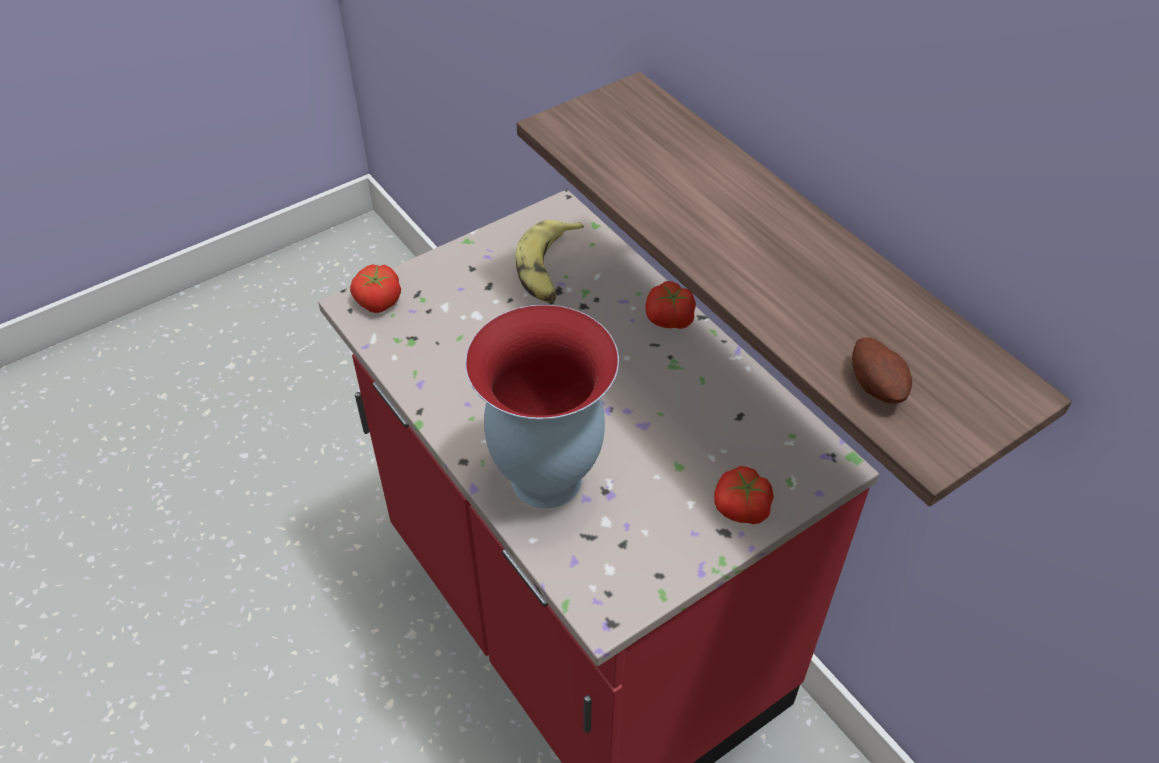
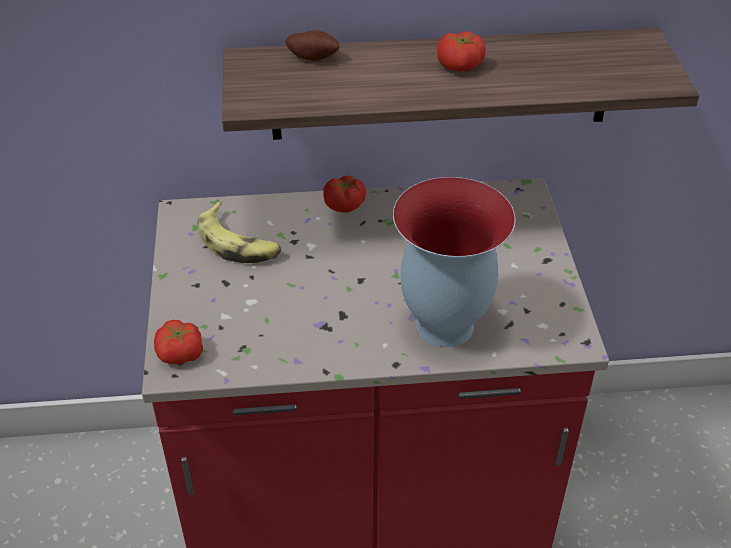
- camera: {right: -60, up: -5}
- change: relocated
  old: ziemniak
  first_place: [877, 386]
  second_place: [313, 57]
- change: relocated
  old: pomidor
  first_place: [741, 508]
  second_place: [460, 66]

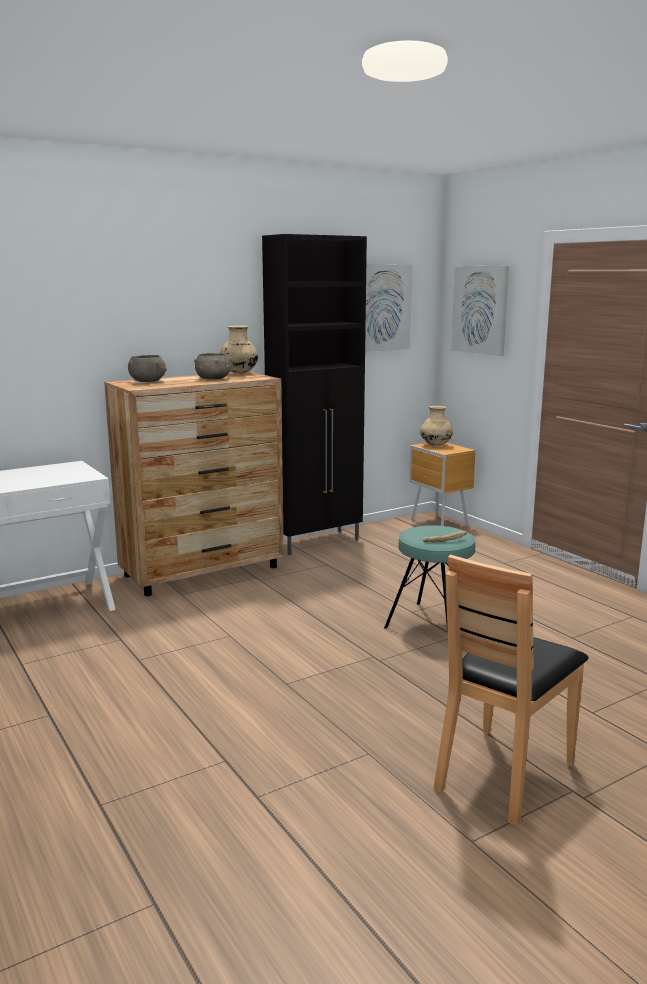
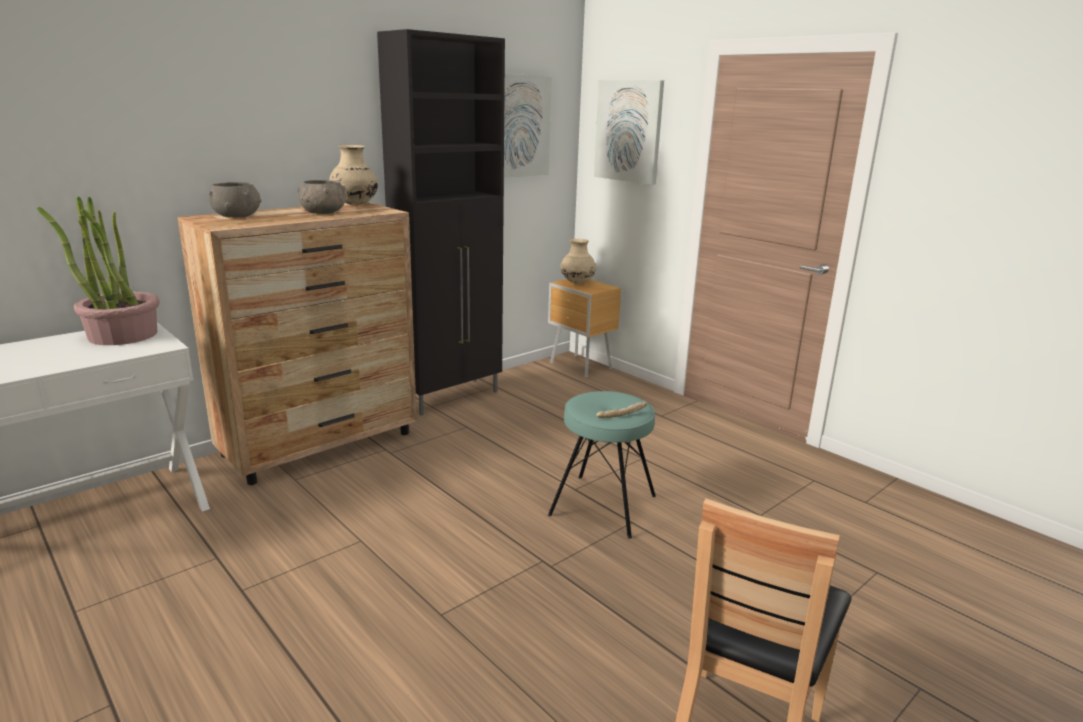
- camera: {right: -10, up: 5}
- change: appeared
  new: roślina doniczkowa
  second_place: [122, 335]

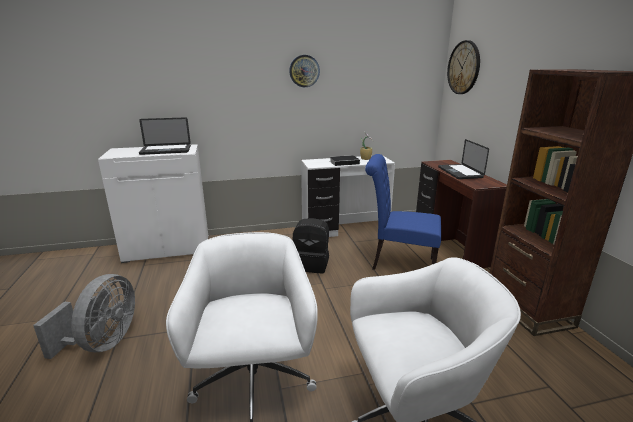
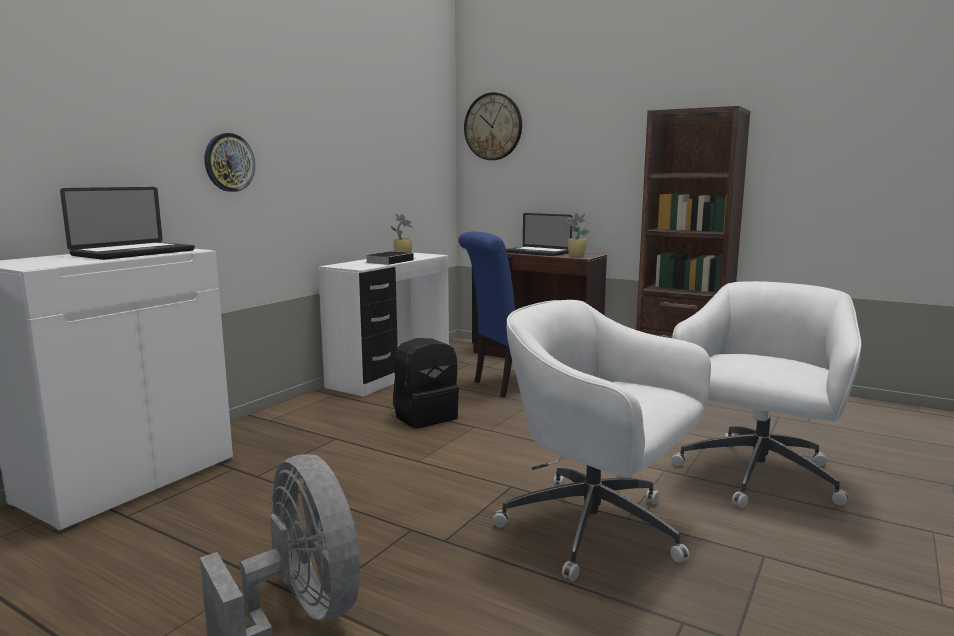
- camera: {right: -45, up: -10}
- change: relocated
  old: zegar ścienny
  first_place: [304, 71]
  second_place: [229, 162]
- change: appeared
  new: roślina doniczkowa
  second_place: [575, 256]

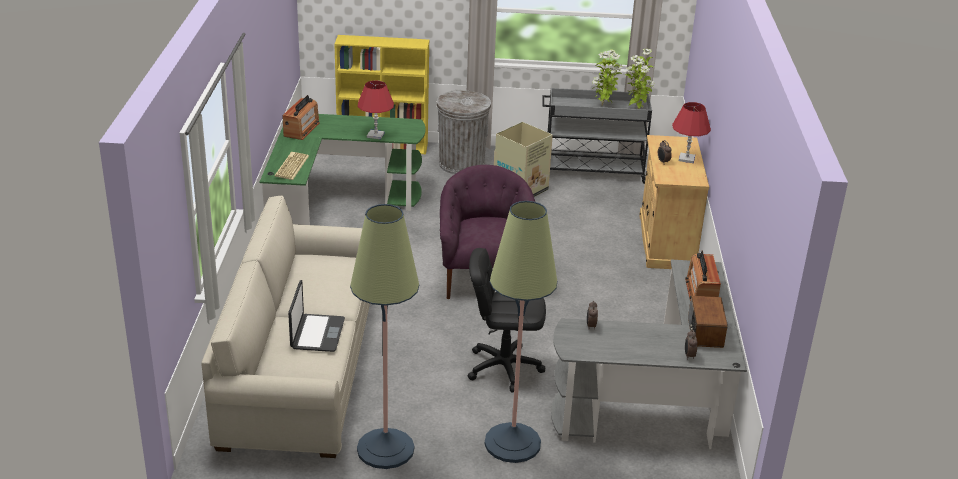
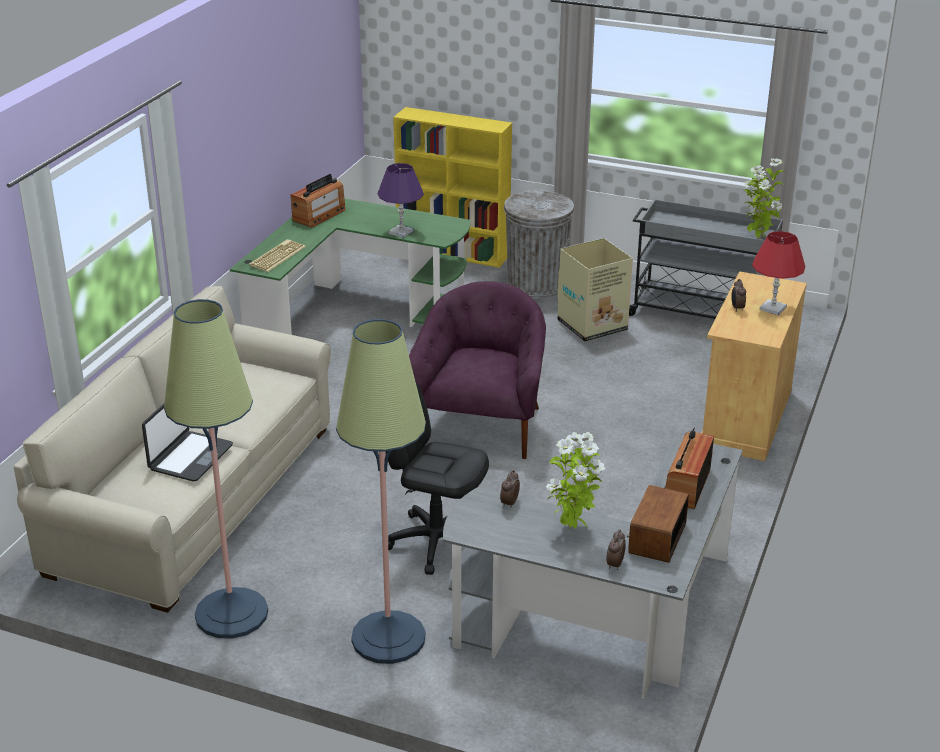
- camera: {right: 20, up: 0}
- change: colour
  old: lampa stołowa/czerwony
  new: lampa stołowa/fioletowy
  first_place: [375, 135]
  second_place: [401, 232]
- change: relocated
  old: roślina doniczkowa
  first_place: [603, 106]
  second_place: [571, 530]

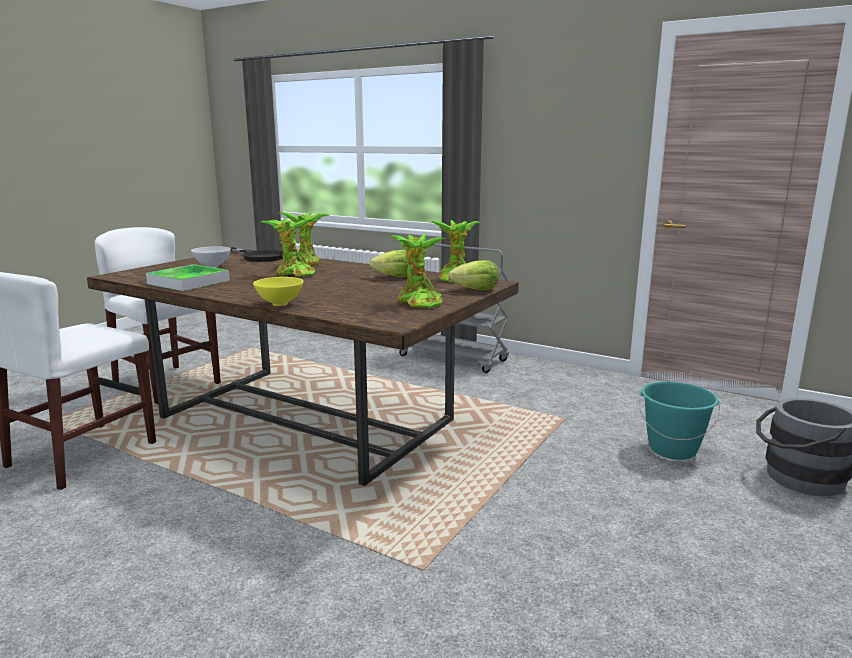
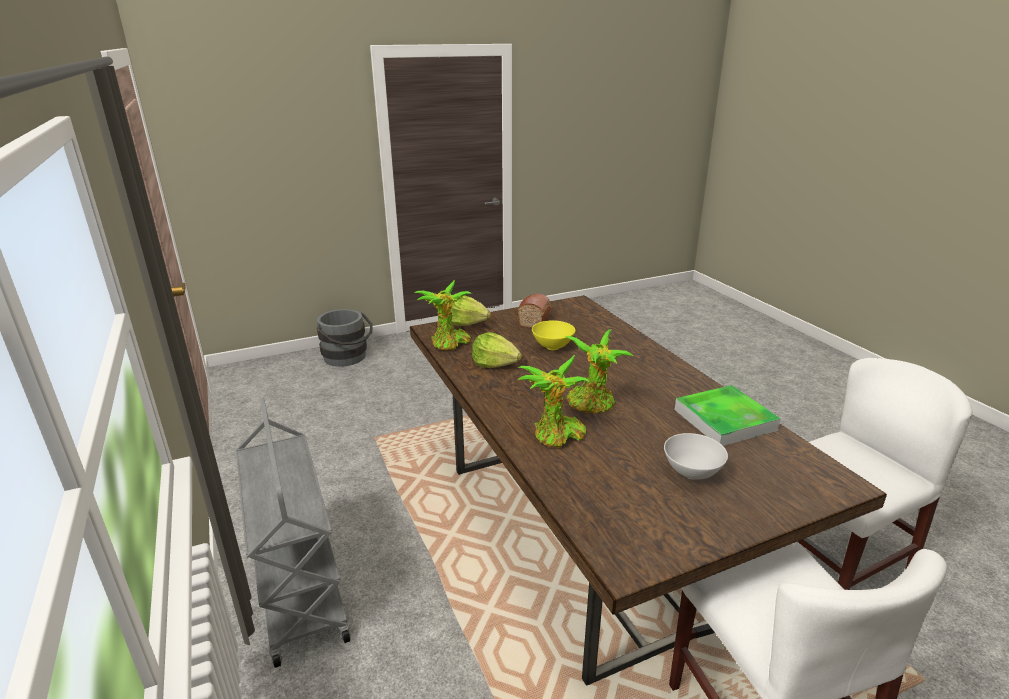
- camera: {right: -145, up: 10}
- change: exchanged
  old: roślina doniczkowa
  new: chleb
  first_place: [417, 303]
  second_place: [535, 318]
- change: relocated
  old: miska/żółty
  first_place: [279, 304]
  second_place: [553, 347]
- change: missing
  old: patelnia/czarny
  first_place: [259, 257]
- change: missing
  old: wiadro/turkusowy
  first_place: [672, 449]

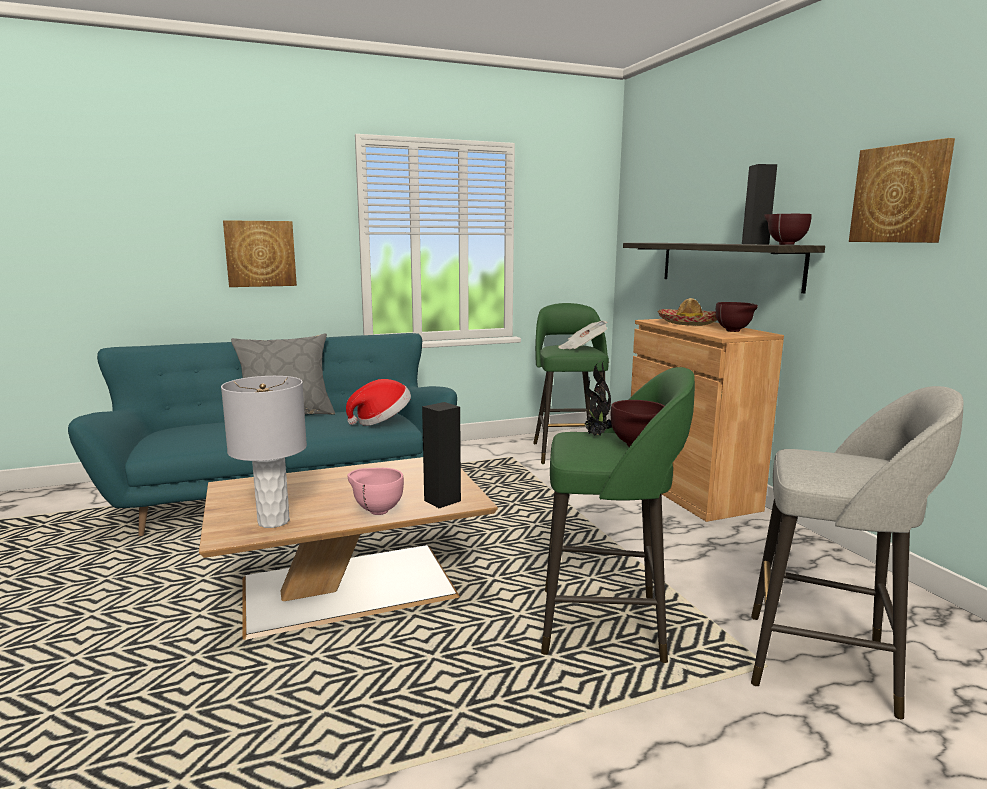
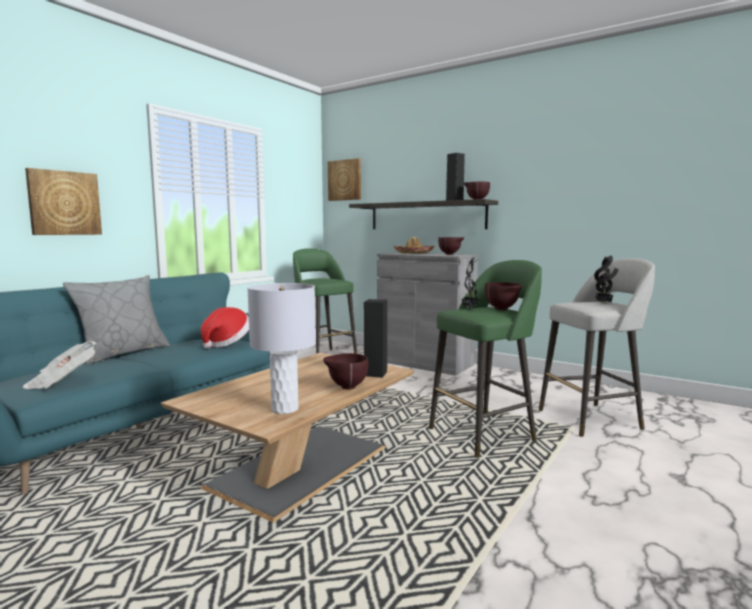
- camera: {right: -35, up: -5}
- change: relocated
  old: gazeta
  first_place: [582, 348]
  second_place: [62, 382]
- change: colour
  old: miska/różowy
  new: miska/brązowy
  first_place: [376, 511]
  second_place: [346, 387]
- change: relocated
  old: obraz
  first_place: [900, 194]
  second_place: [345, 180]
- change: colour
  old: szafka/brązowy
  new: szafka/szary
  first_place: [690, 490]
  second_place: [425, 363]
- change: appeared
  new: roślina doniczkowa
  second_place: [604, 303]

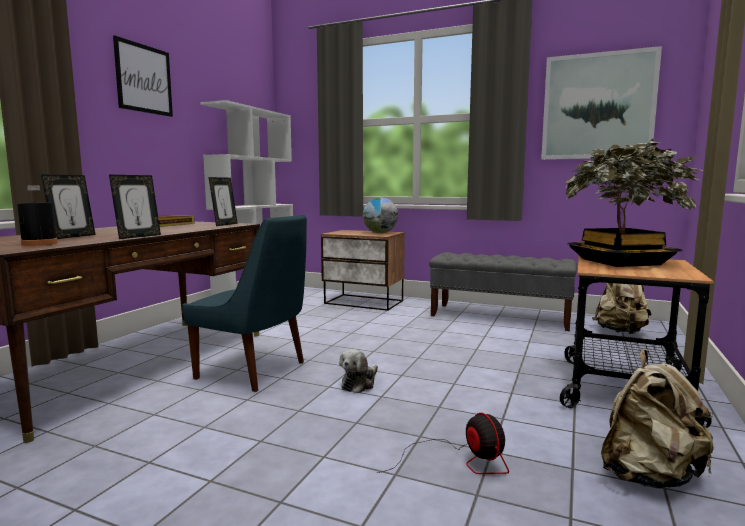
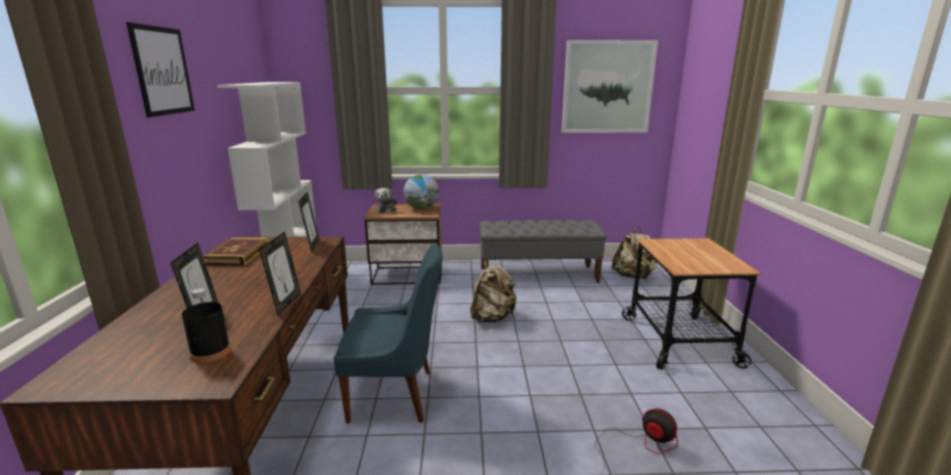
- camera: {right: -25, up: 10}
- change: relocated
  old: pluszak
  first_place: [359, 384]
  second_place: [386, 209]
- change: relocated
  old: plecak/beżowy
  first_place: [649, 476]
  second_place: [492, 317]
- change: missing
  old: roślina doniczkowa
  first_place: [620, 262]

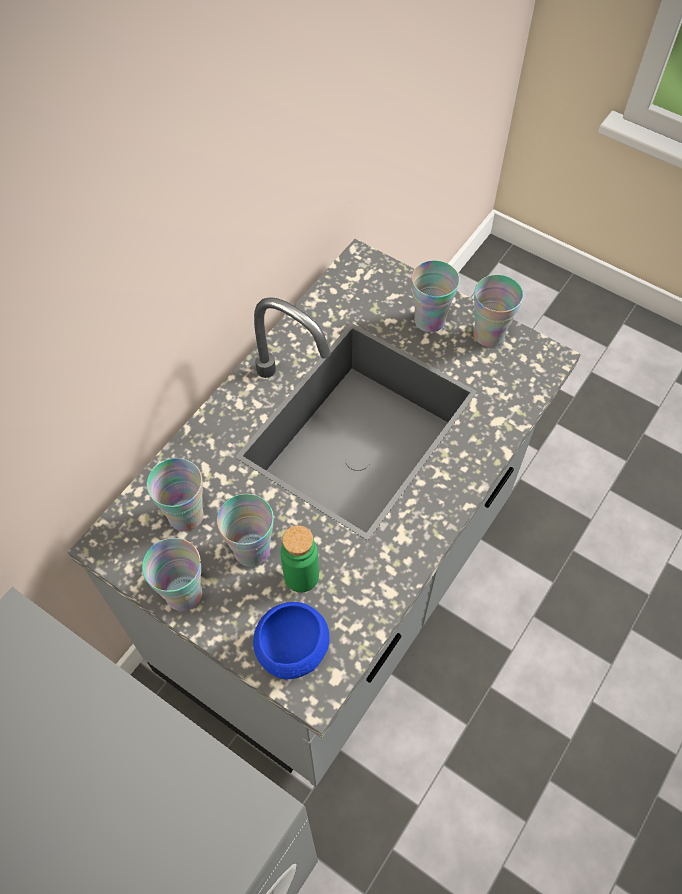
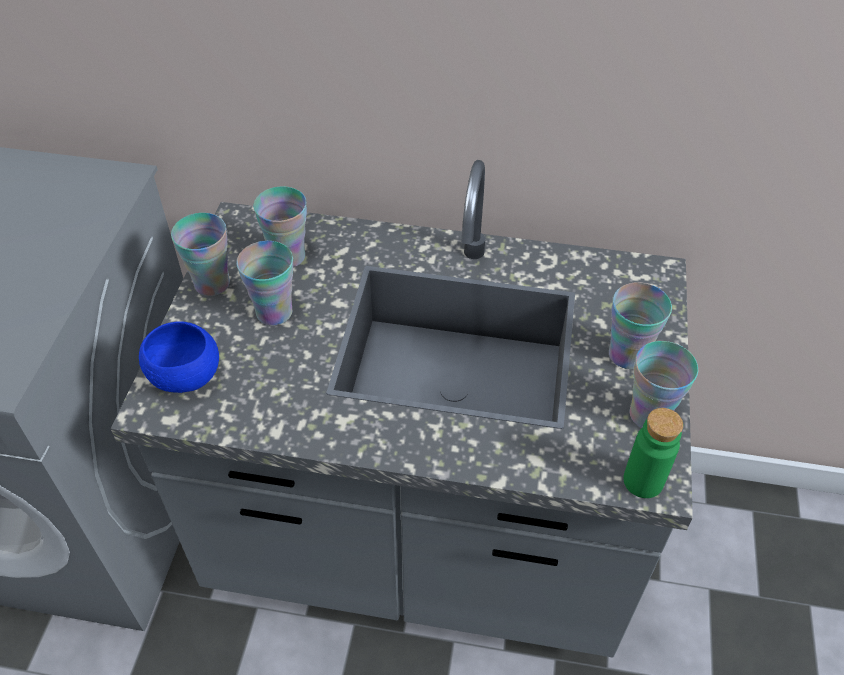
- camera: {right: 65, up: -10}
- change: relocated
  old: butelka/zielony
  first_place: [301, 576]
  second_place: [643, 481]

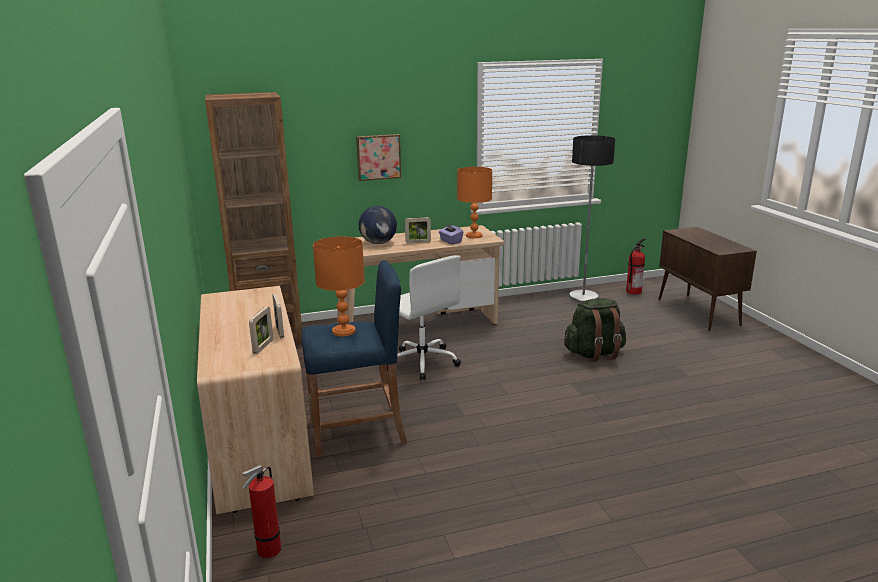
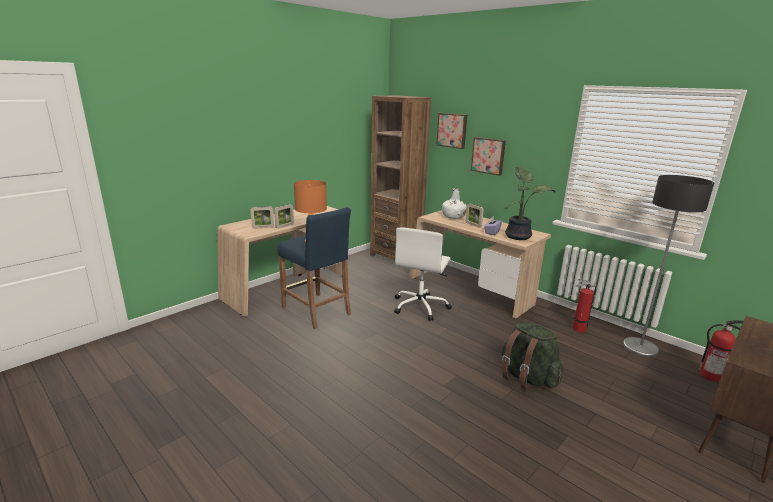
- camera: {right: 60, up: 0}
- change: appeared
  new: obraz
  second_place: [452, 130]
- change: exchanged
  old: globus
  new: butelka/biały
  first_place: [378, 243]
  second_place: [453, 216]
- change: exchanged
  old: lampa stołowa/pomarańczowy
  new: roślina doniczkowa
  first_place: [474, 235]
  second_place: [518, 236]
- change: relocated
  old: gaśnica
  first_place: [267, 551]
  second_place: [577, 329]

